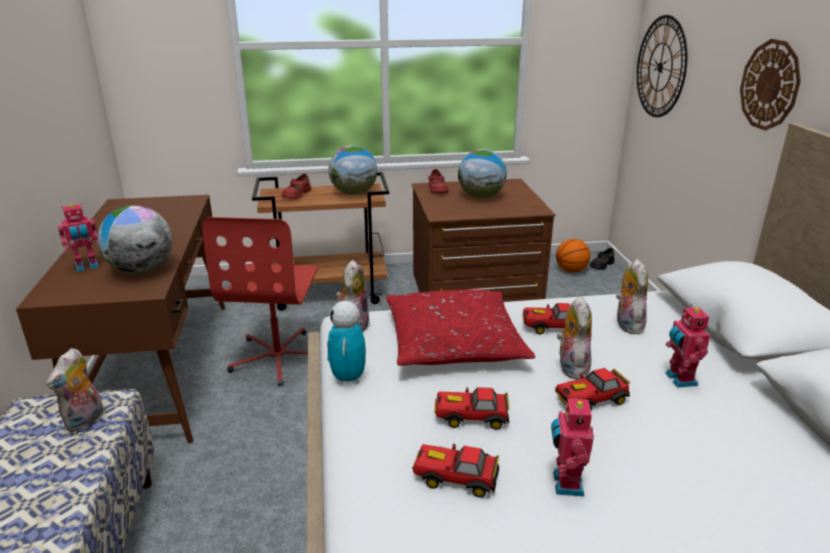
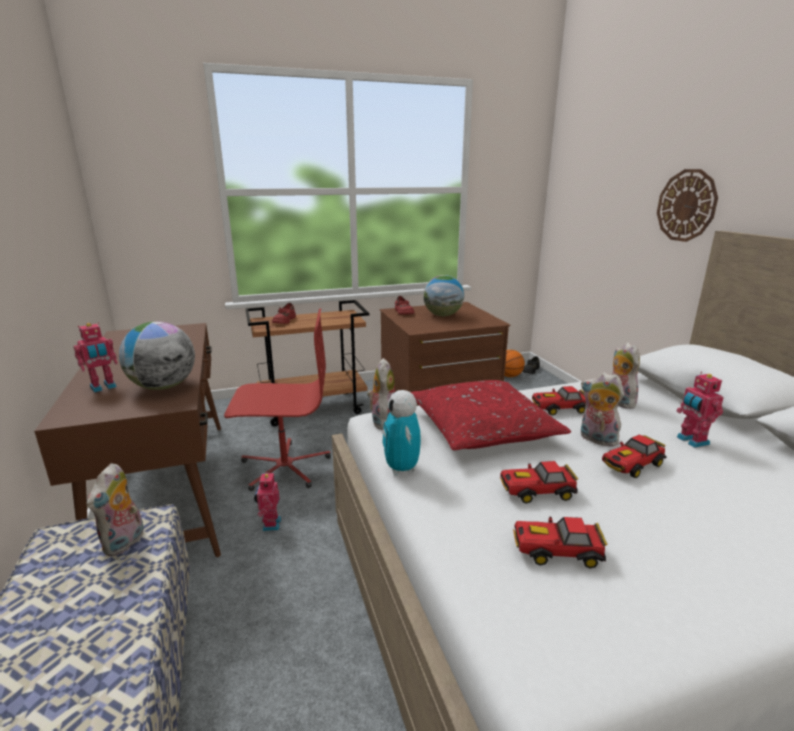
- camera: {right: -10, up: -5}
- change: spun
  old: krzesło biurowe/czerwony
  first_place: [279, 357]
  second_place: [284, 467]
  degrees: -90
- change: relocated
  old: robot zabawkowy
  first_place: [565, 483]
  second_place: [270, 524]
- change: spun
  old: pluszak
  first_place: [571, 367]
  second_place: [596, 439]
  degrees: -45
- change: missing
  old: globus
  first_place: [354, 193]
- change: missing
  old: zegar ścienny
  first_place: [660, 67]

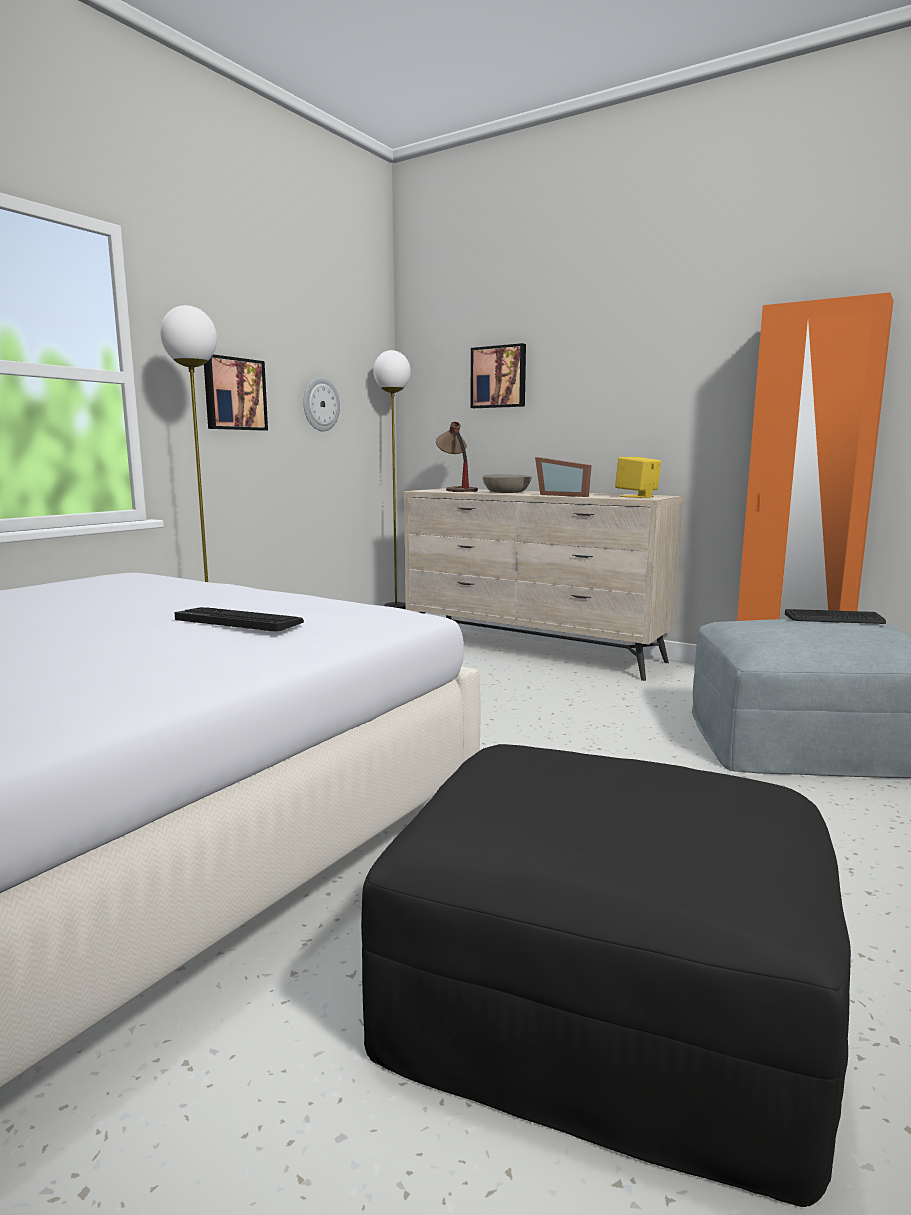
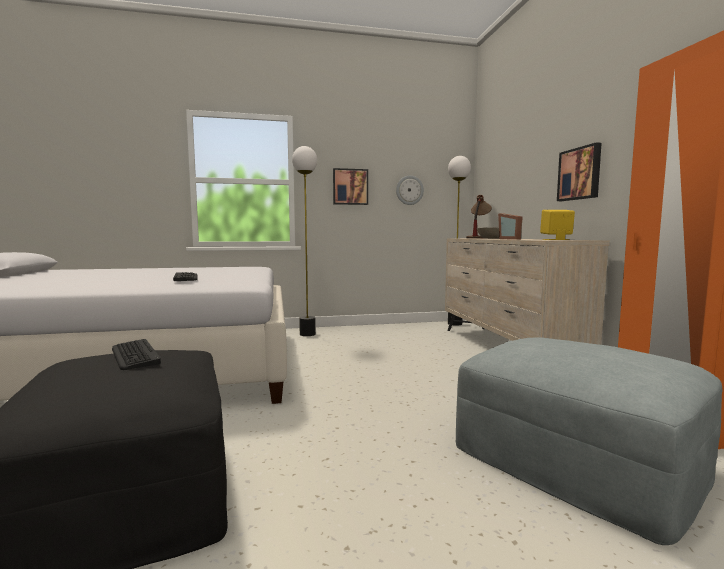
- camera: {right: 45, up: -5}
- change: relocated
  old: klawiatura
  first_place: [834, 618]
  second_place: [134, 355]
- change: relocated
  old: obraz
  first_place: [499, 377]
  second_place: [580, 174]

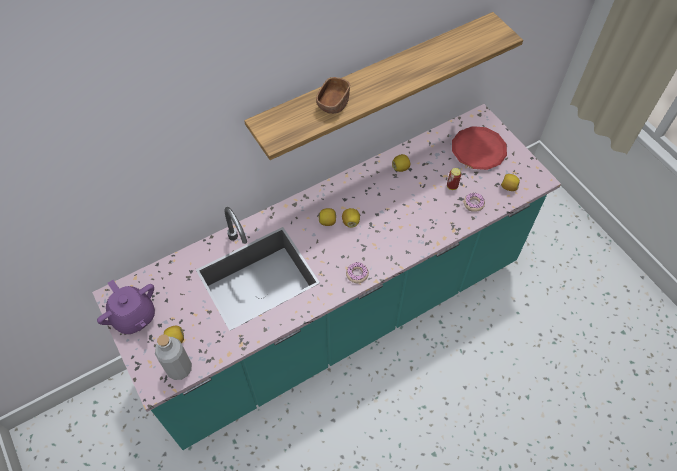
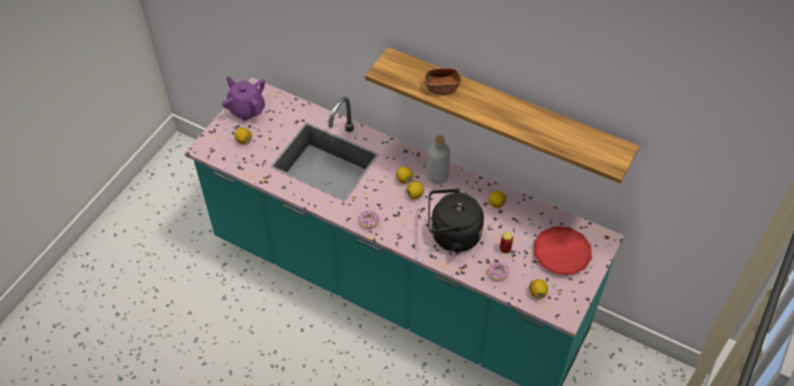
- camera: {right: 60, up: -5}
- change: spun
  old: imbryk/fioletowy
  first_place: [134, 317]
  second_place: [247, 109]
  degrees: 120
- change: relocated
  old: butelka/szary
  first_place: [179, 368]
  second_place: [437, 177]
- change: appeared
  new: czajnik/czarny
  second_place: [452, 235]

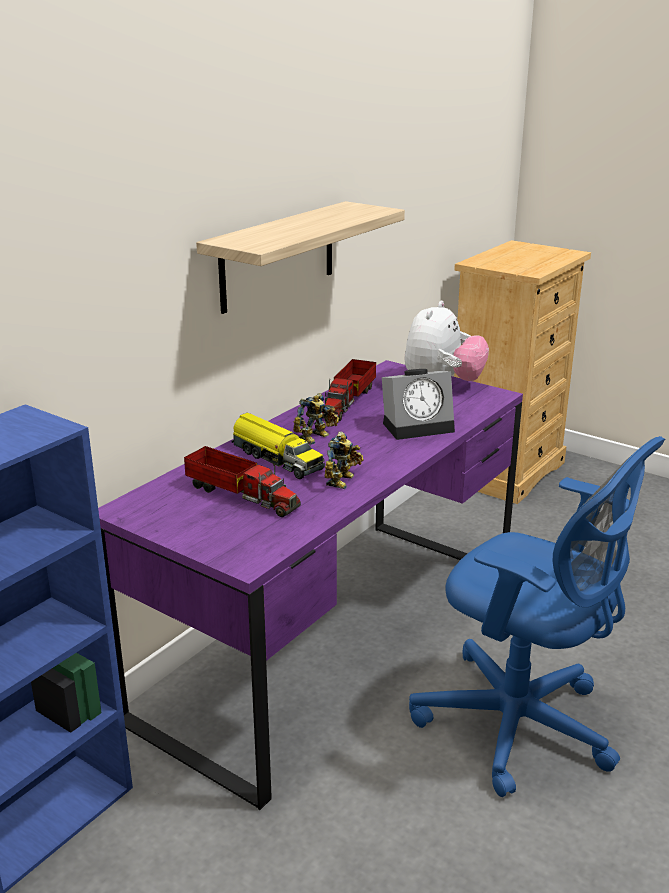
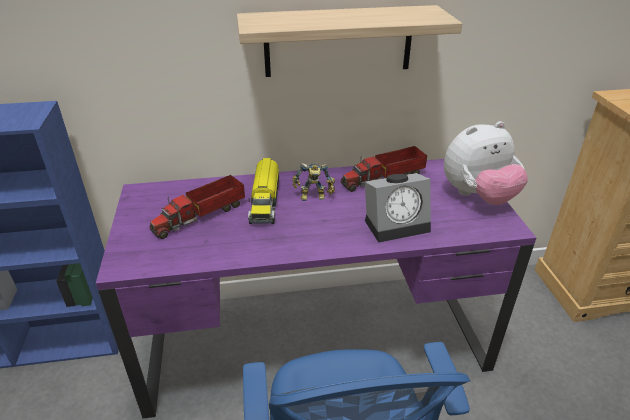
- camera: {right: 45, up: 10}
- change: spun
  old: ciężarówka zabawkowa
  first_place: [240, 495]
  second_place: [202, 215]
  degrees: 60
- change: spun
  old: budzik
  first_place: [419, 426]
  second_place: [397, 224]
  degrees: -45
- change: missing
  old: robot zabawkowy
  first_place: [343, 481]

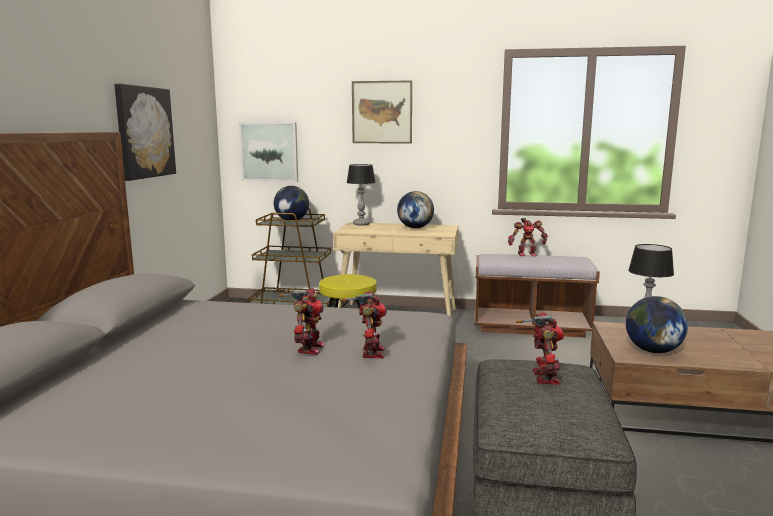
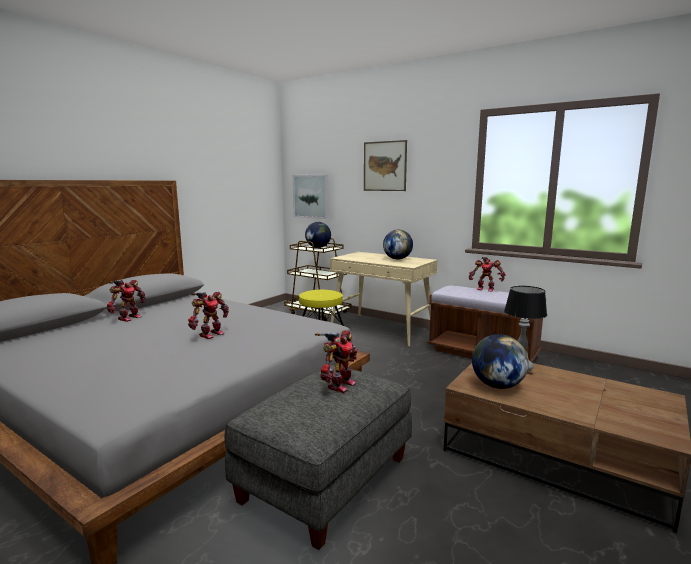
- camera: {right: 25, up: 0}
- change: relocated
  old: robot zabawkowy
  first_place: [370, 352]
  second_place: [128, 318]
- change: missing
  old: obraz
  first_place: [145, 132]
- change: missing
  old: lampa stołowa
  first_place: [361, 224]

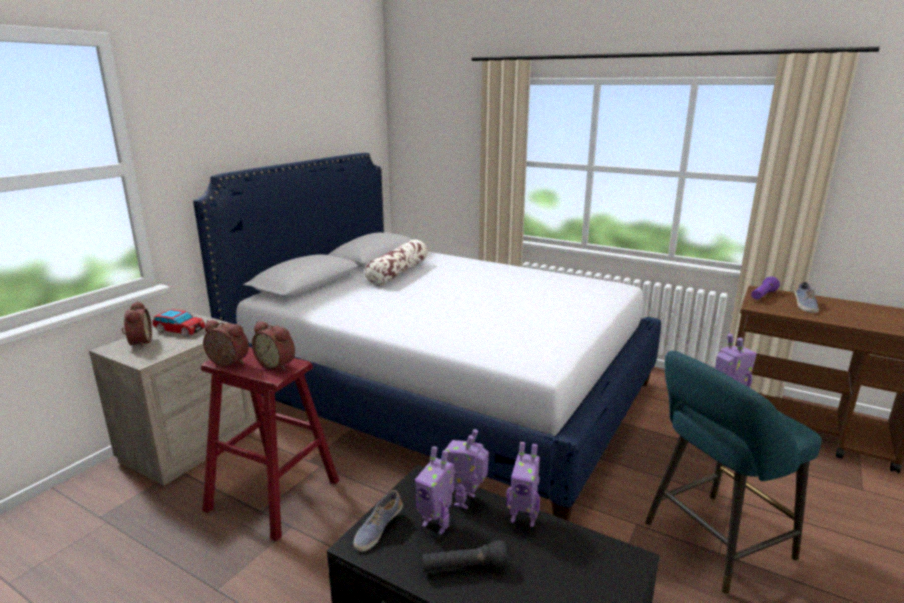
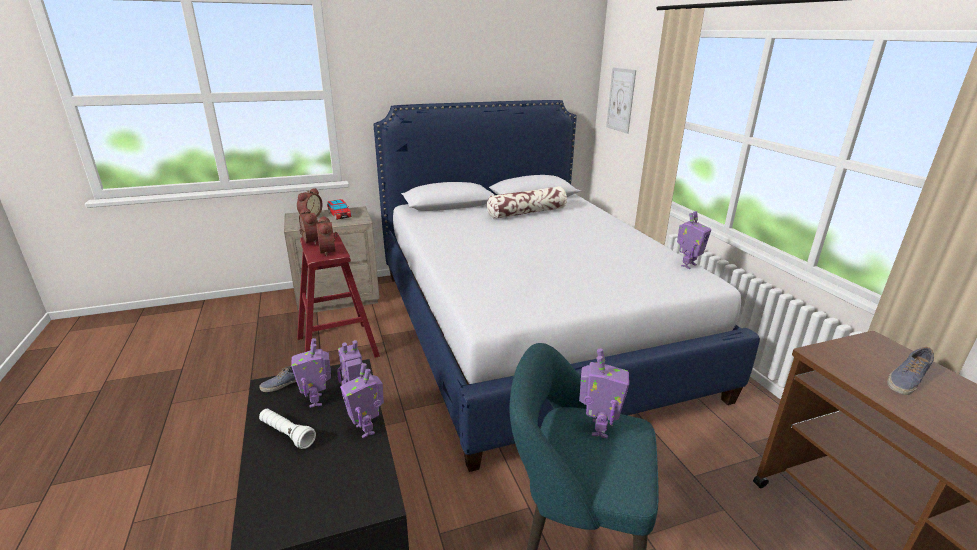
- camera: {right: 40, up: 5}
- change: colour
  old: latarka/czarny
  new: latarka/biały
  first_place: [464, 568]
  second_place: [287, 434]
- change: appeared
  new: obraz
  second_place: [620, 100]
- change: appeared
  new: robot zabawkowy
  second_place: [687, 265]
- change: missing
  old: latarka/fioletowy
  first_place: [763, 296]

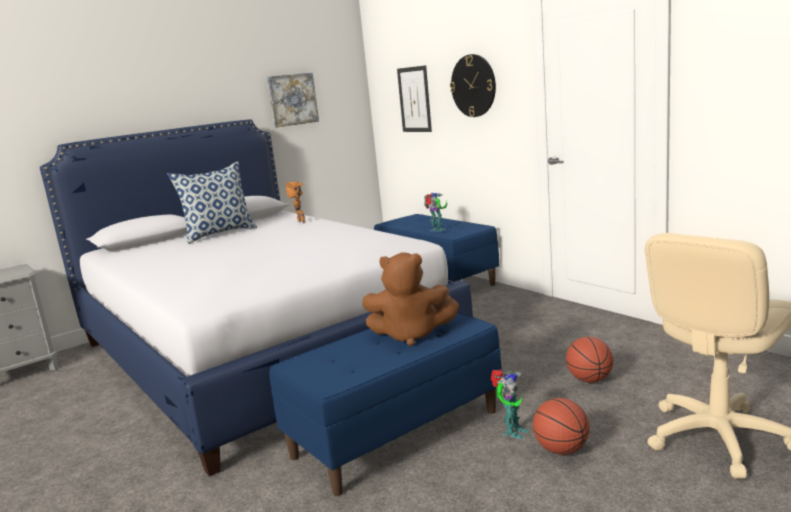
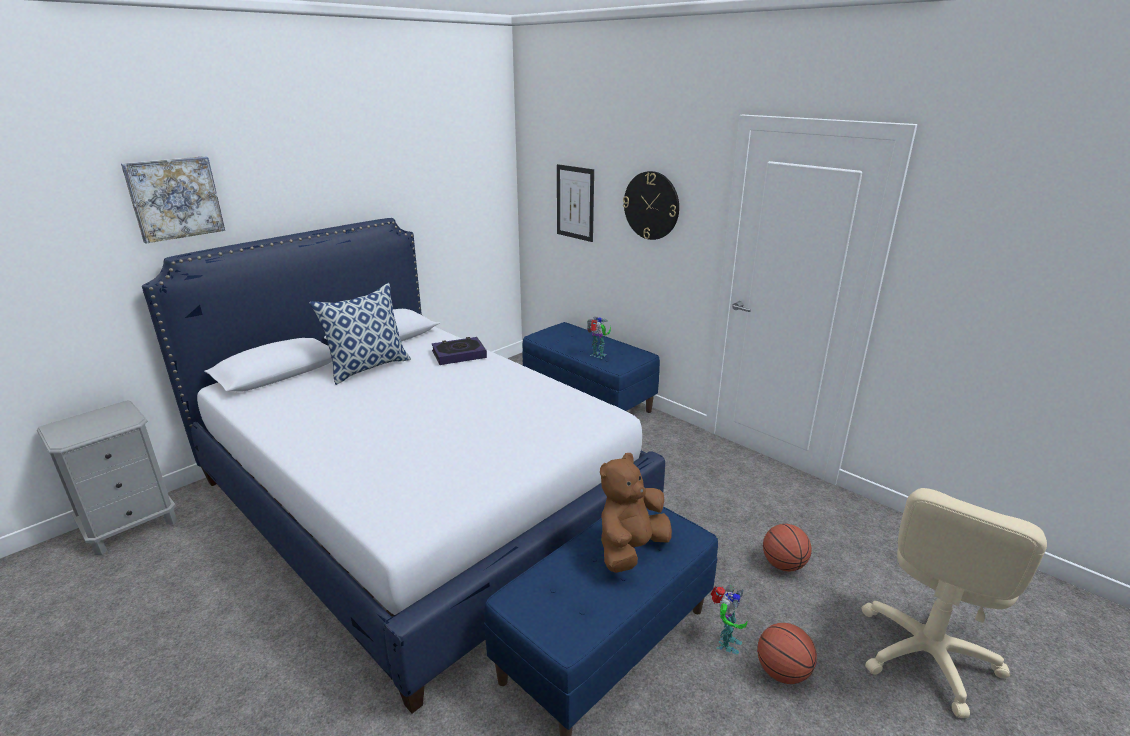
- camera: {right: -10, up: 10}
- change: relocated
  old: obraz
  first_place: [292, 99]
  second_place: [175, 198]
- change: exchanged
  old: robot zabawkowy
  new: książka
  first_place: [299, 222]
  second_place: [459, 354]
- change: spun
  old: pluszak/brązowy
  first_place: [411, 335]
  second_place: [630, 549]
  degrees: 135

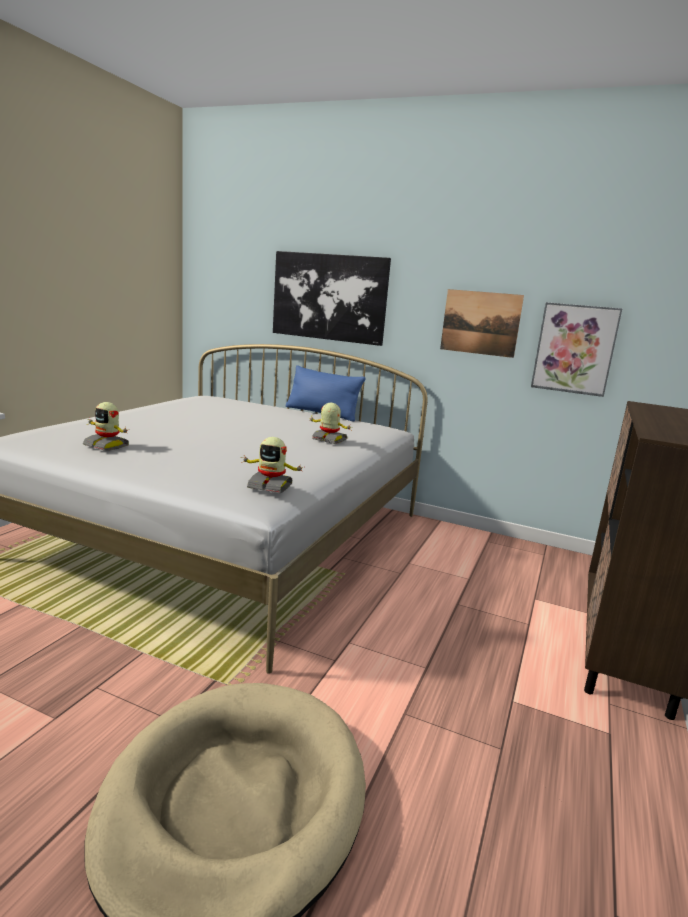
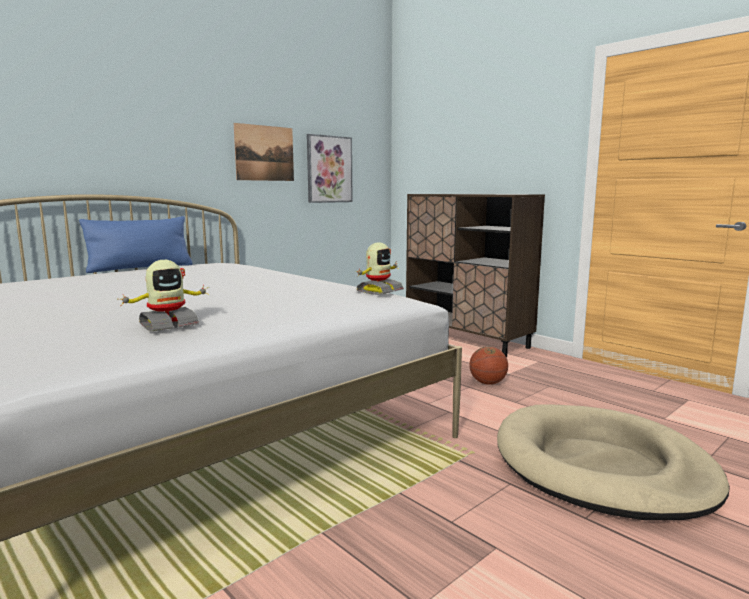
- camera: {right: -65, up: -5}
- change: appeared
  new: piłka do koszykówki
  second_place: [487, 383]
- change: missing
  old: obraz
  first_place: [329, 297]
- change: missing
  old: robot zabawkowy
  first_place: [329, 440]

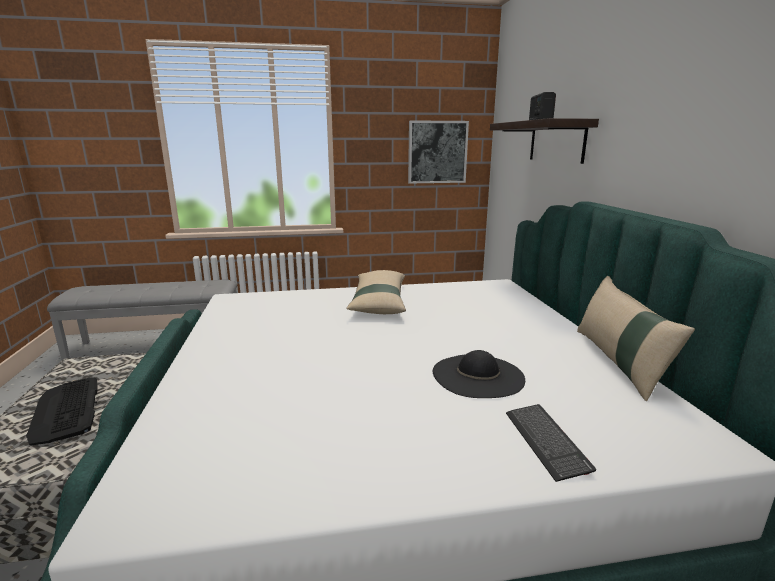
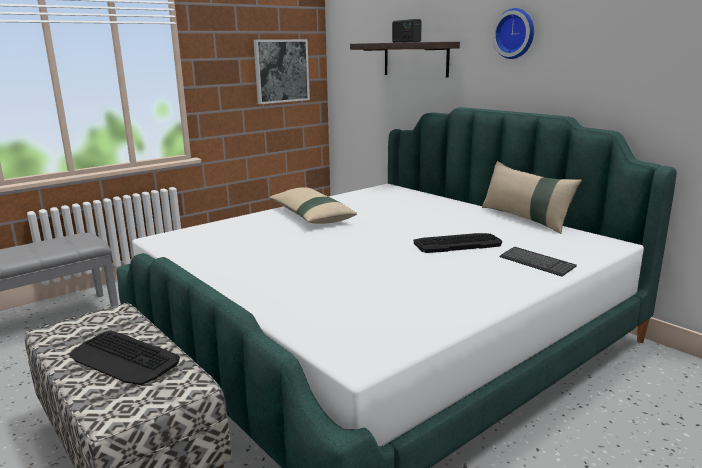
- camera: {right: -30, up: 0}
- change: exchanged
  old: kapelusz/czarny
  new: klawiatura
  first_place: [477, 375]
  second_place: [456, 243]
- change: appeared
  new: zegar ścienny
  second_place: [515, 33]

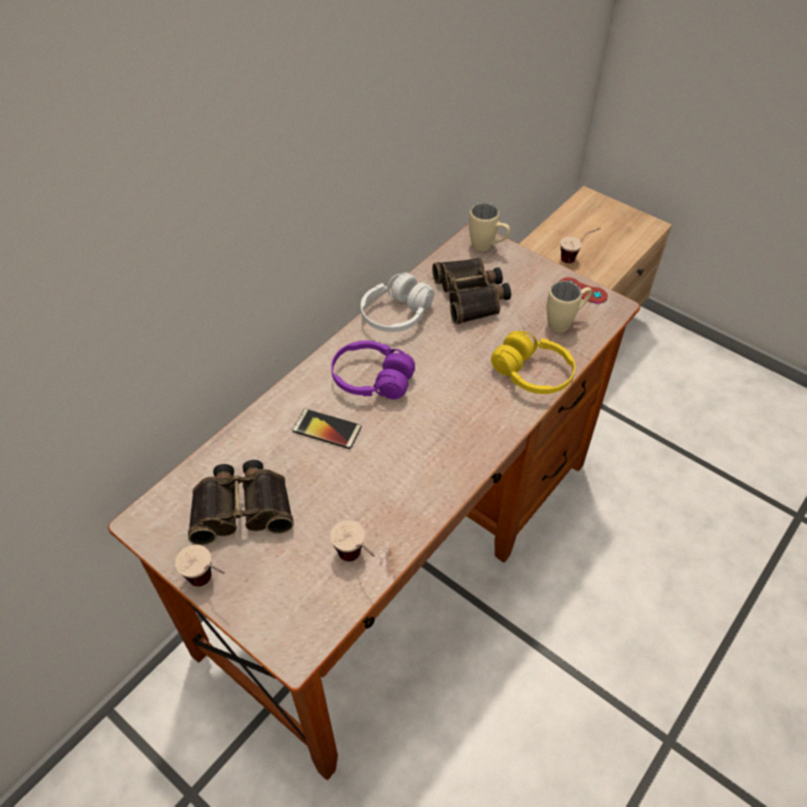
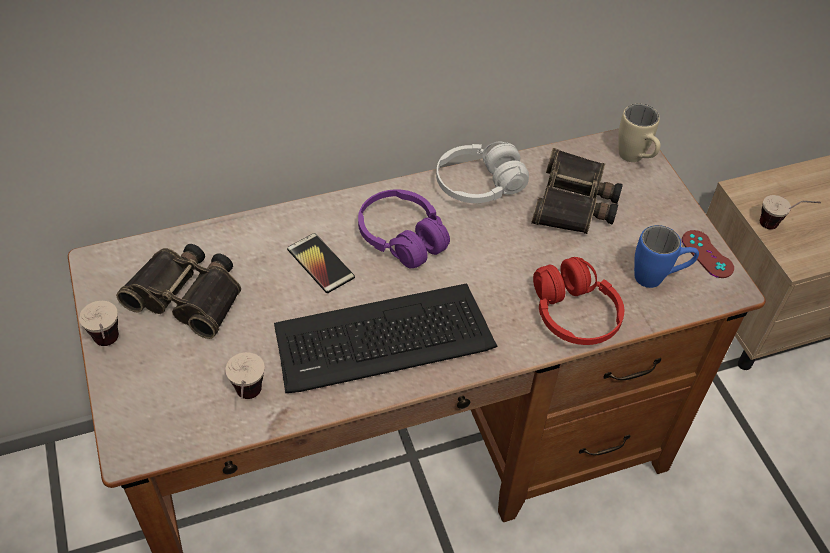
- camera: {right: 30, up: 0}
- change: appeared
  new: klawiatura
  second_place: [383, 339]
- change: colour
  old: słuchawki/żółty
  new: słuchawki/czerwony
  first_place: [532, 374]
  second_place: [574, 314]
- change: colour
  old: kubek/beżowy
  new: kubek/niebieski
  first_place: [565, 322]
  second_place: [658, 278]

